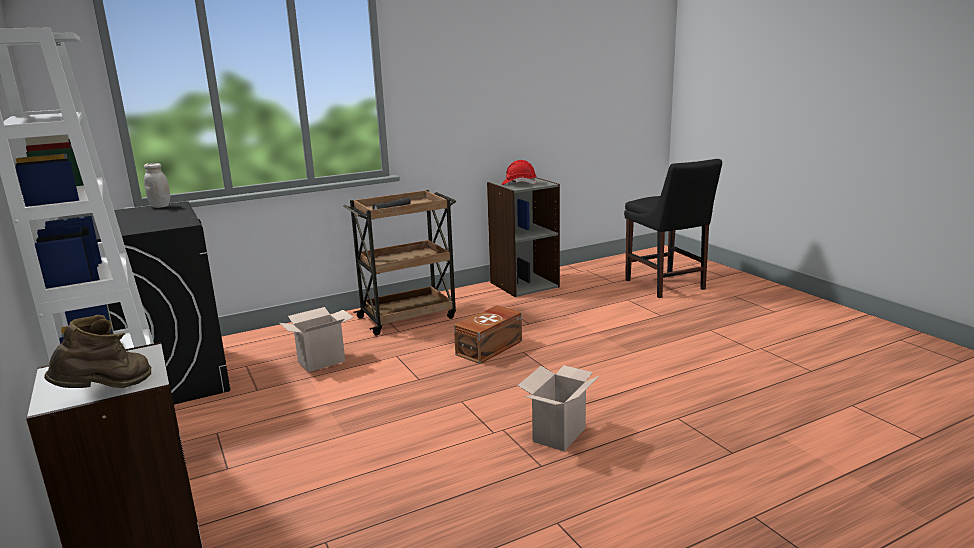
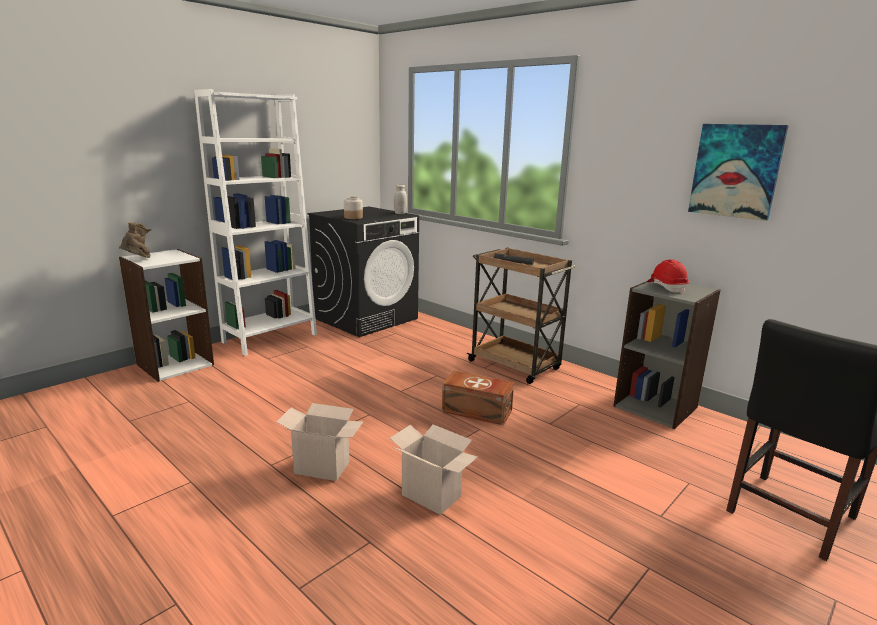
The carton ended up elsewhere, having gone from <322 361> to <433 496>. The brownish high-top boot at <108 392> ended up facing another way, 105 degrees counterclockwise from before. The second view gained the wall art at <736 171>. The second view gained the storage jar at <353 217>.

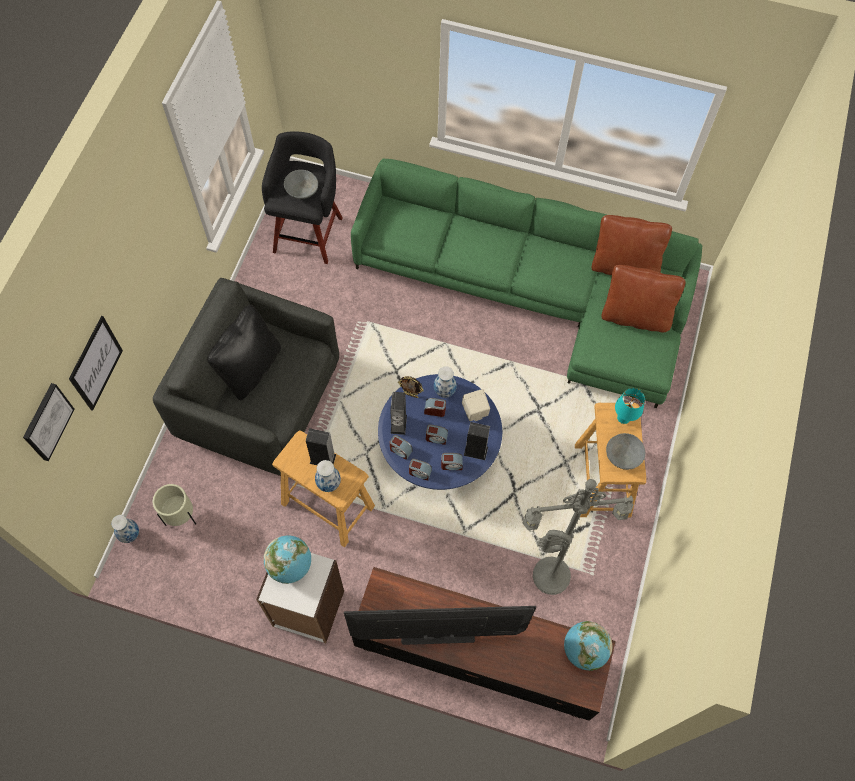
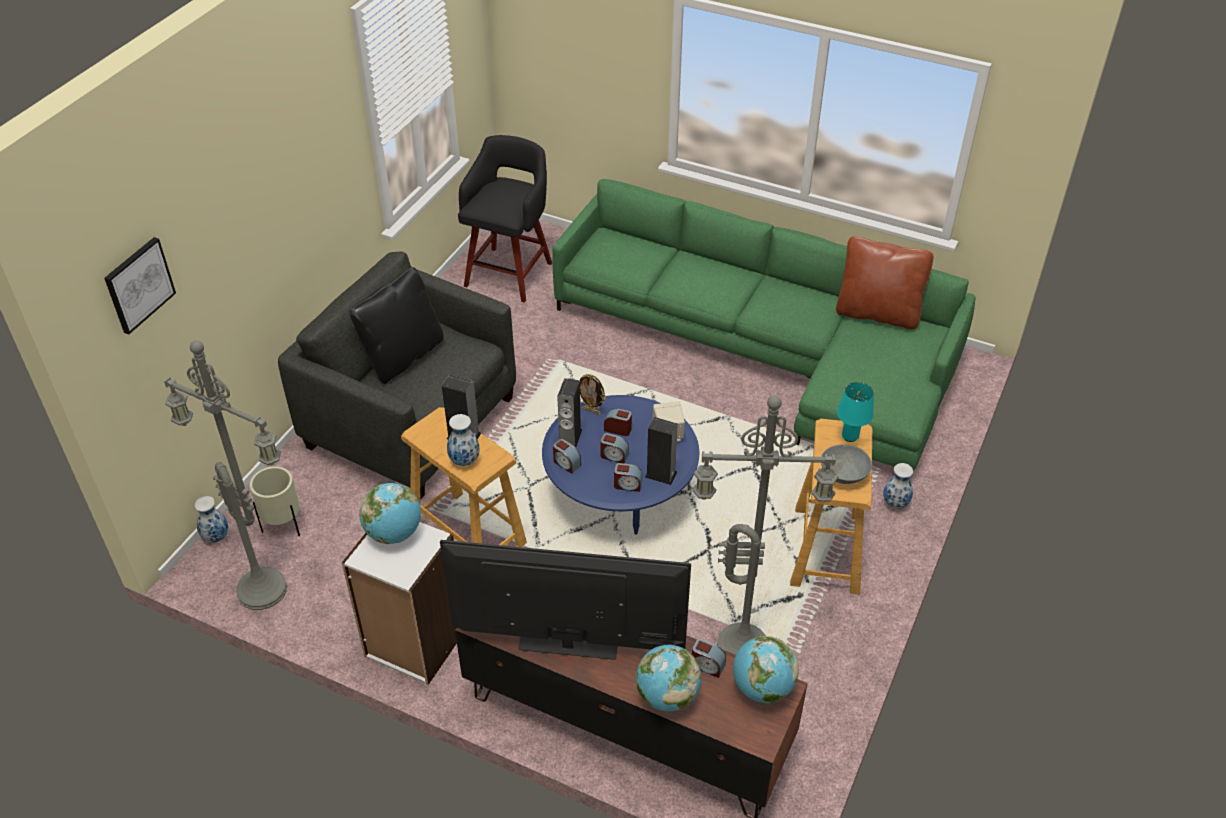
The second view lost the greyish deep dish at <301 191>. The second view lost the brownish cushion at <635 316>. The second view lost the wall art at <96 363>. The decorative vase ended up elsewhere, having gone from <445 391> to <895 504>. The table clock ended up elsewhere, having gone from <419 472> to <707 665>. The second view gained the greyish floor lamp at <266 588>. The second view gained the desk globe at <667 696>.

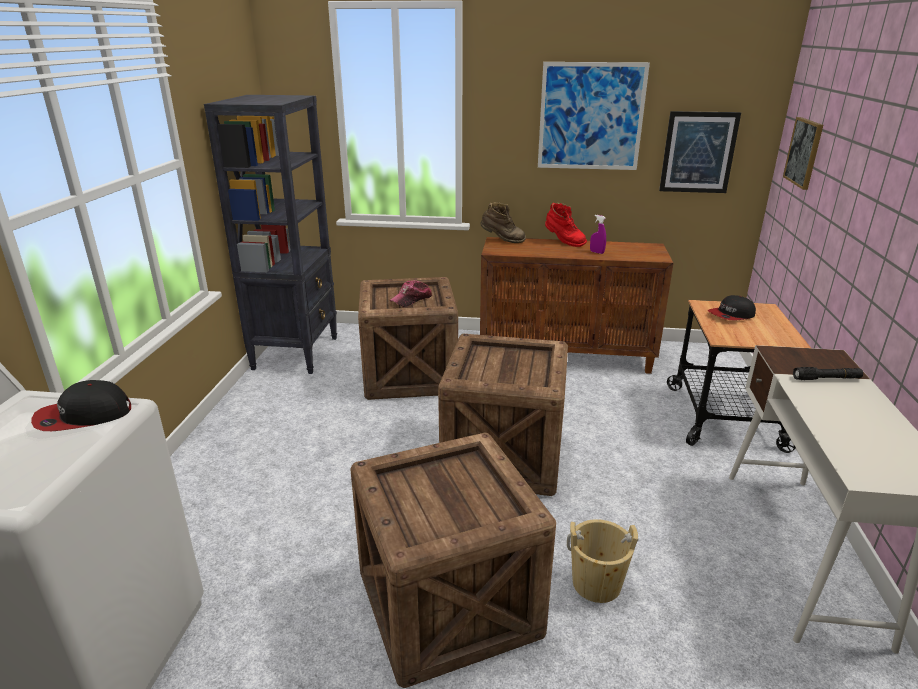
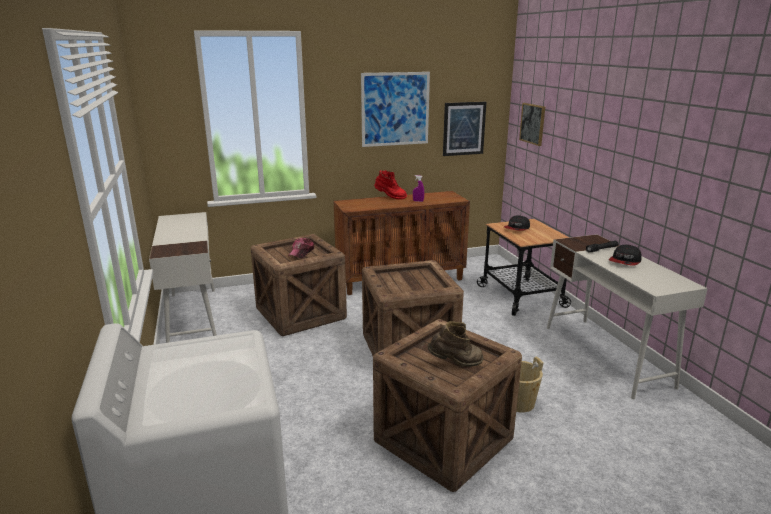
Where the black bookshelf stood at <296 352>, the white-coloured desk came to stand at <193 316>. The brownish high-top boot ended up elsewhere, having gone from <502 240> to <456 364>. The peaked cap ended up elsewhere, having gone from <83 416> to <625 261>.

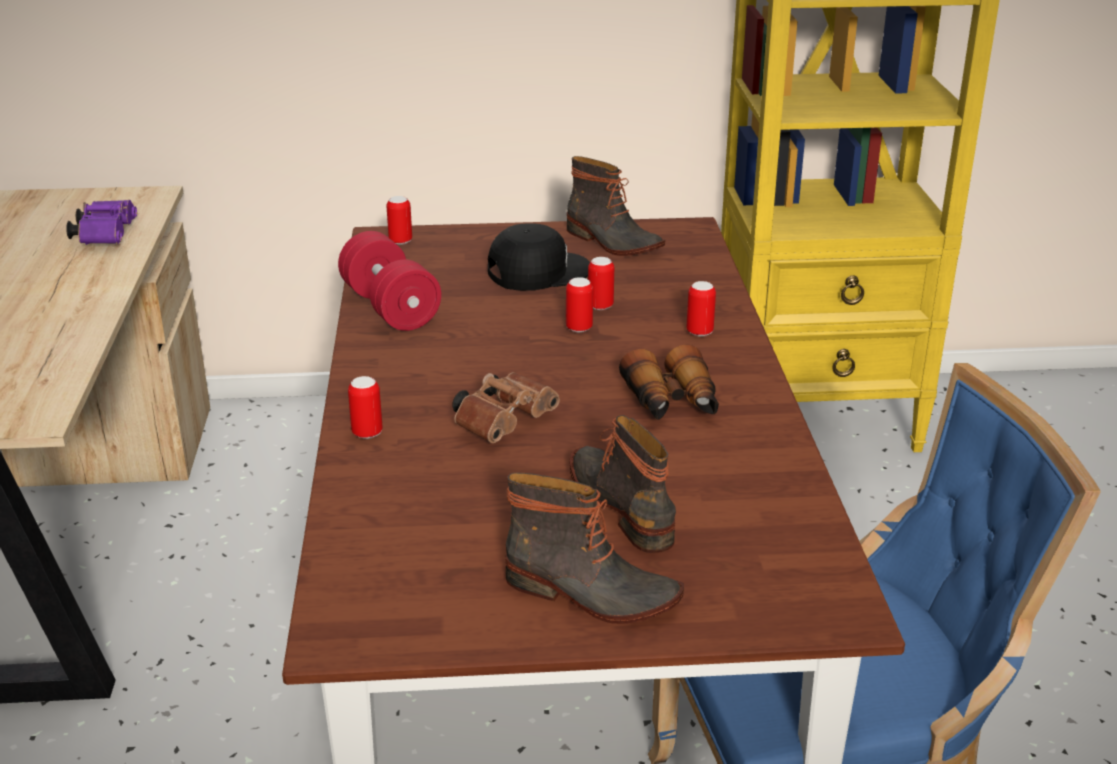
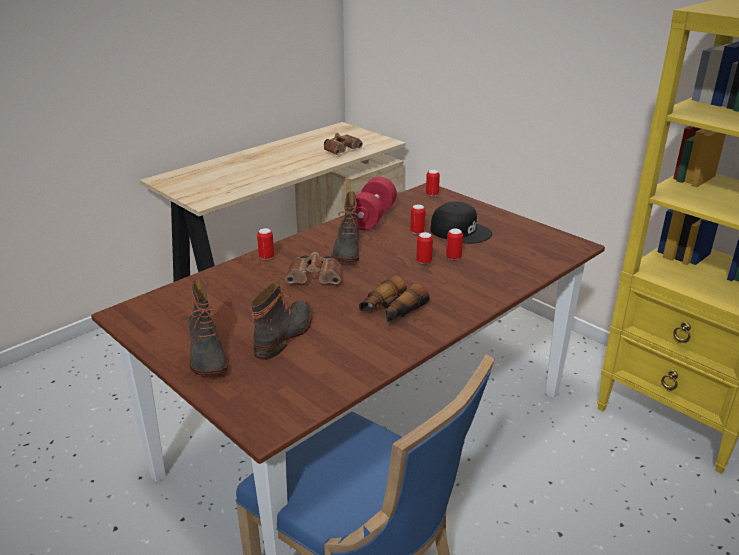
The high-top boot ended up elsewhere, having gone from <612 242> to <346 250>. What was the purple-coloured field glasses at <106 236> turned into the brownish field glasses at <342 151>. The sealed can ended up elsewhere, having gone from <699 332> to <417 232>.

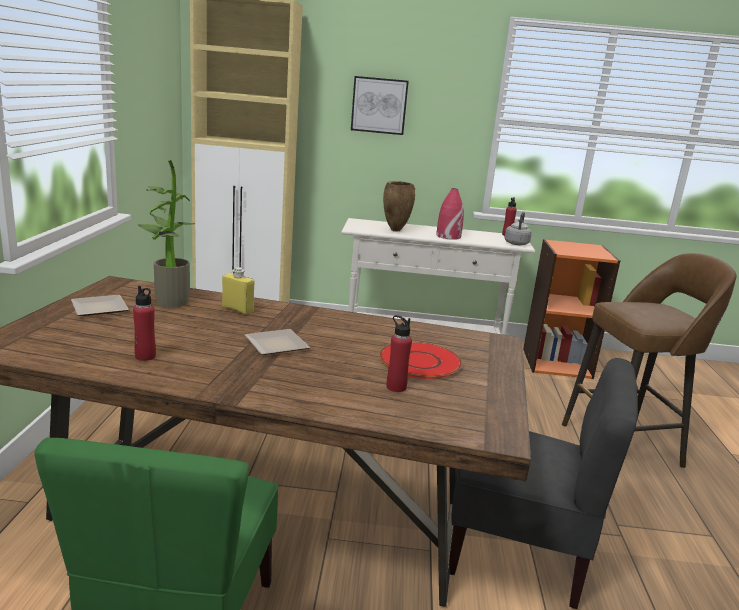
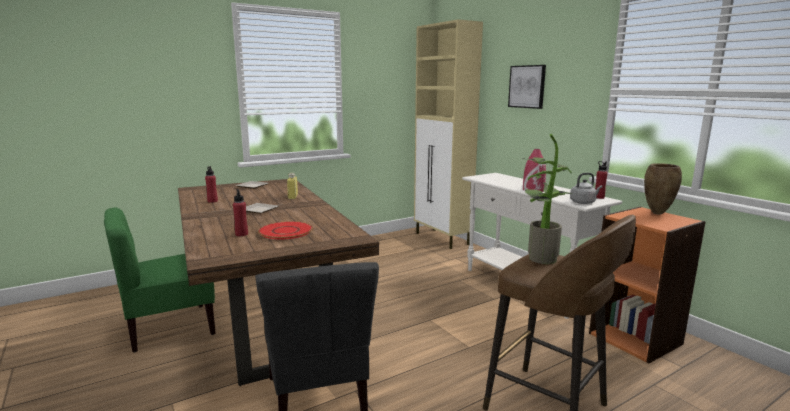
The potted plant ended up elsewhere, having gone from <168 301> to <539 257>. The brownish decorative vase ended up elsewhere, having gone from <395 230> to <656 213>.

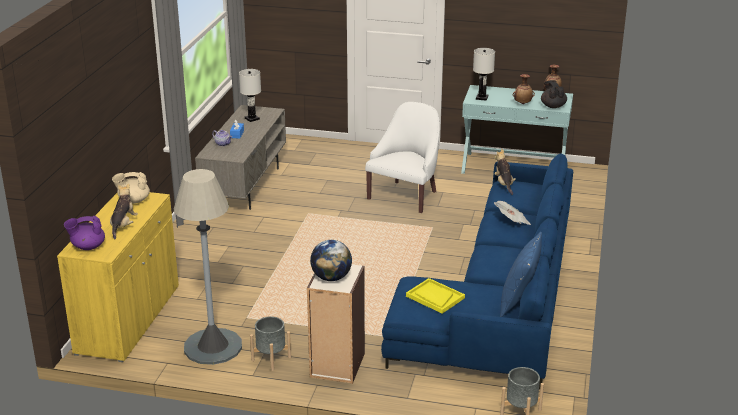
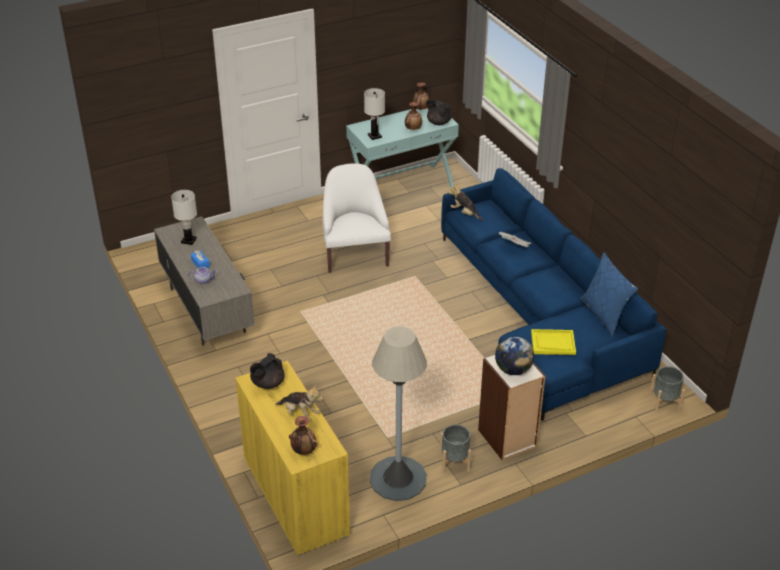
What was the beige-coloured tea pot at <133 200> turned into the black tea pot at <267 383>. The plush toy at <123 226> ended up facing another way, 150 degrees clockwise from before. Where the purple-coloured tea pot stood at <87 247>, the decorative vase came to stand at <303 450>.

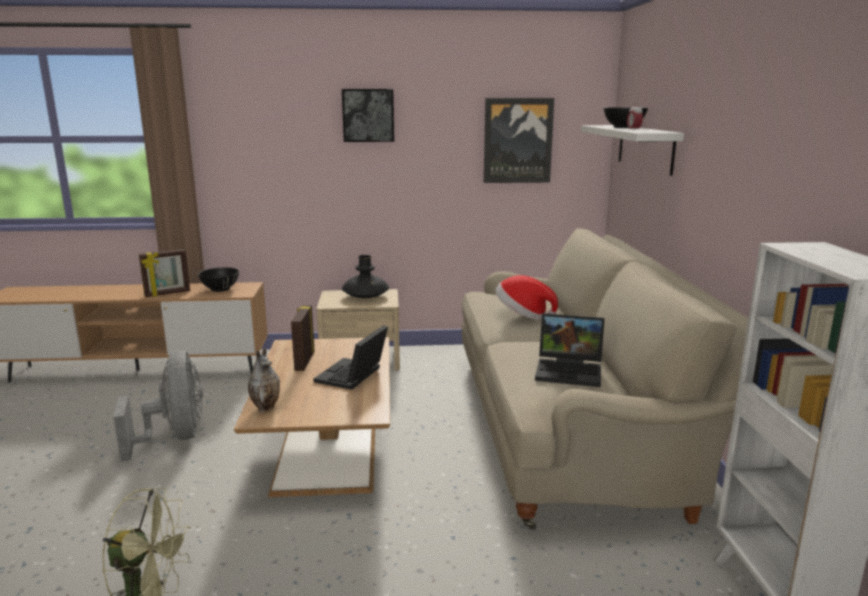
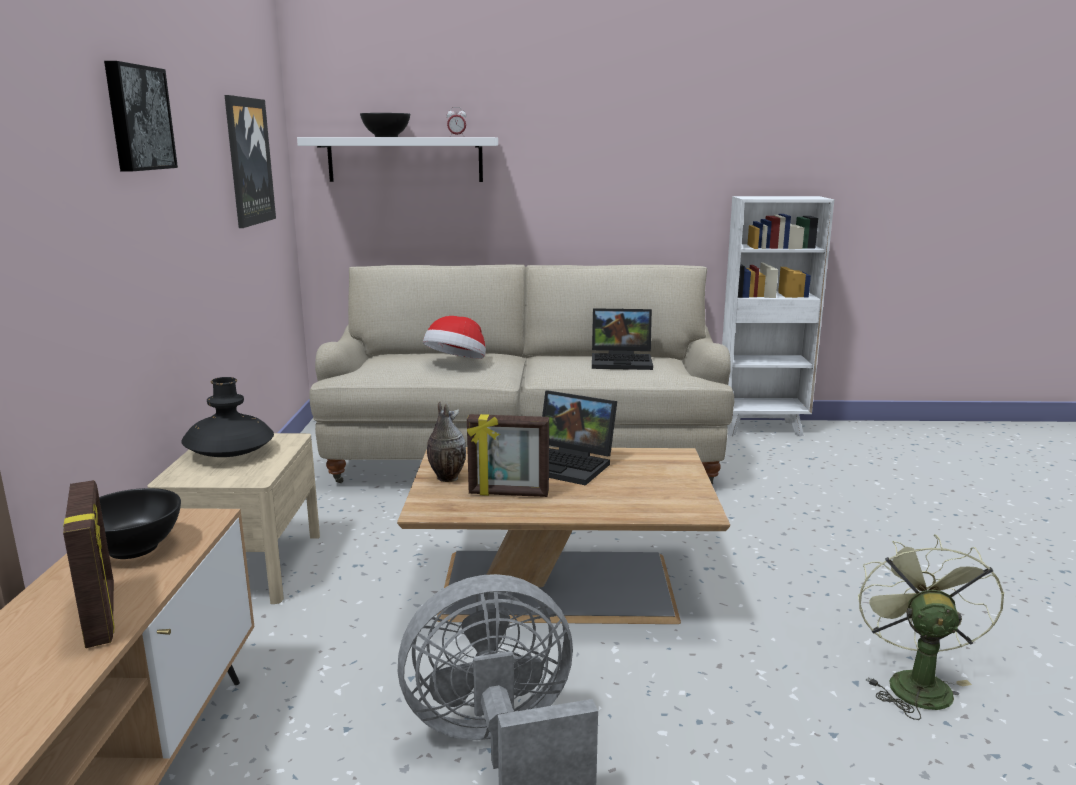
The laptop at <570 371> ended up facing another way, 75 degrees clockwise from before. The decorative vase ended up elsewhere, having gone from <266 407> to <446 478>.

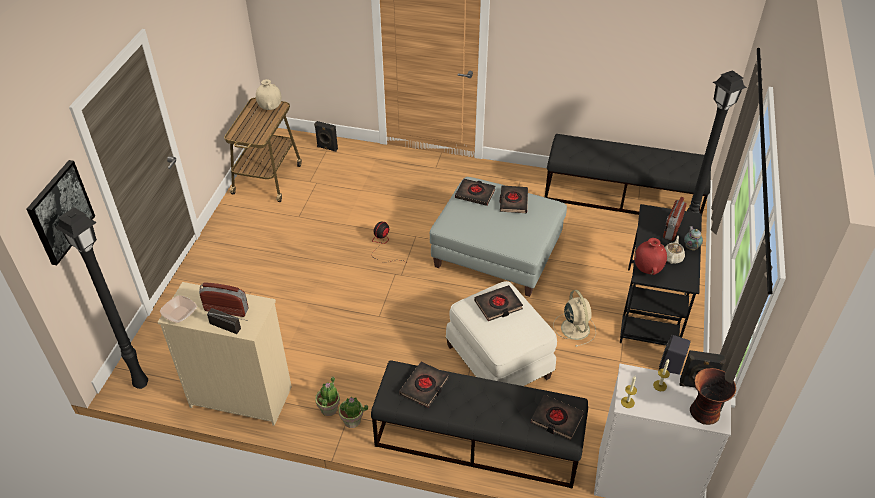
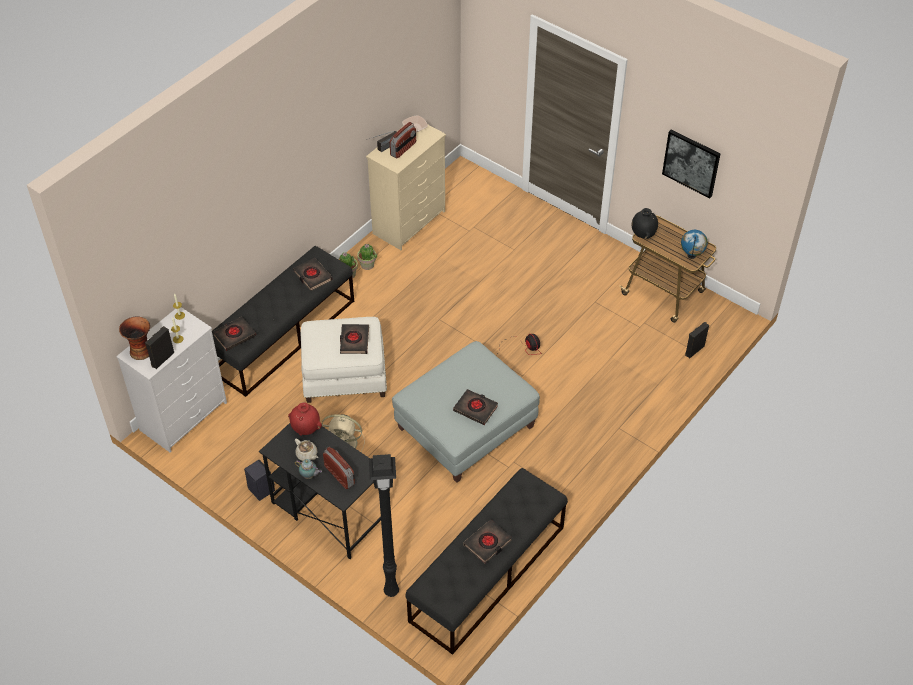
Where the beige-coloured decorative vase stood at <270 108>, the desk globe came to stand at <691 256>. The wall art ended up elsewhere, having gone from <60 212> to <691 163>. The black volume ended up elsewhere, having gone from <475 194> to <488 543>. The second view lost the black floor lamp at <139 384>. The second view gained the black decorative vase at <643 234>.

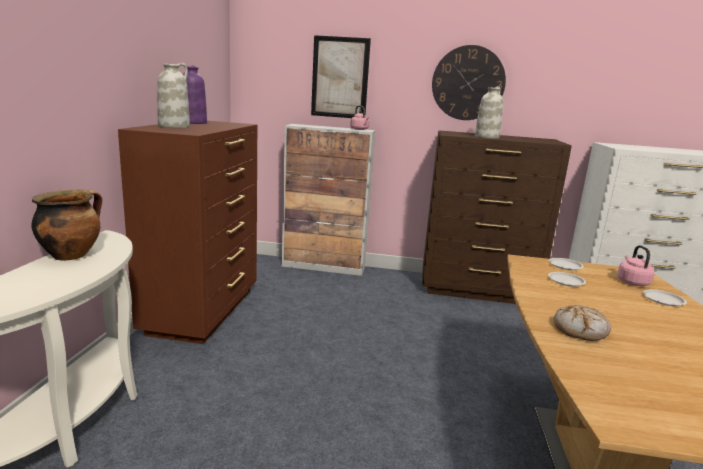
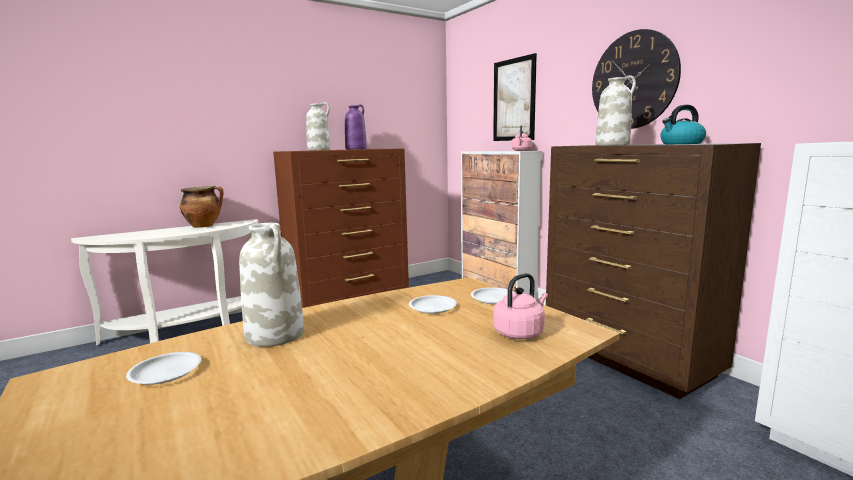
The white-coloured dinner plate ended up elsewhere, having gone from <663 300> to <166 372>. Where the bread stood at <580 330>, the white-coloured decorative vase came to stand at <276 335>. The second view gained the tea kettle at <681 144>.

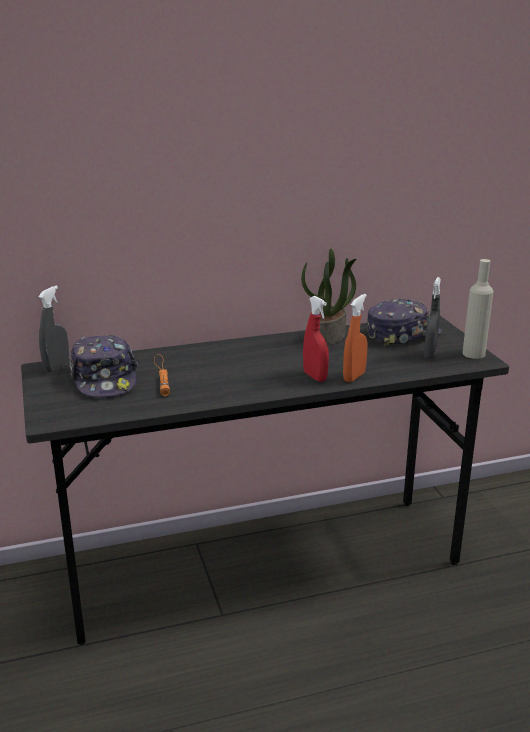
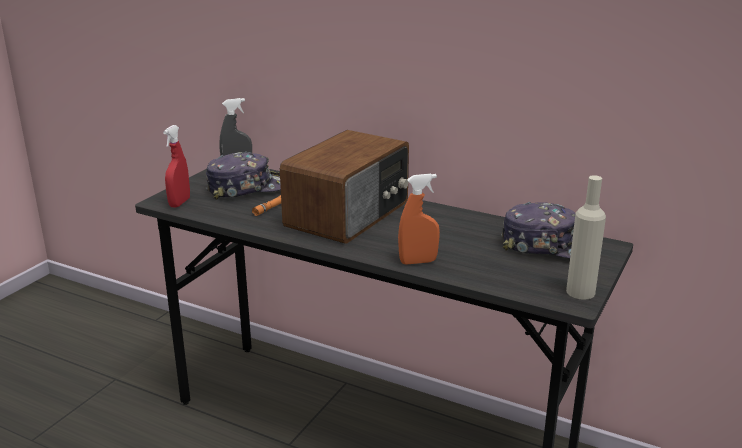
The second view lost the potted plant at <328 337>. The second view lost the greyish sprayer at <430 354>. The red sprayer ended up elsewhere, having gone from <315 377> to <179 203>. The peaked cap at <104 379> ended up facing another way, 135 degrees counterclockwise from before. The second view gained the radio set at <349 214>.

